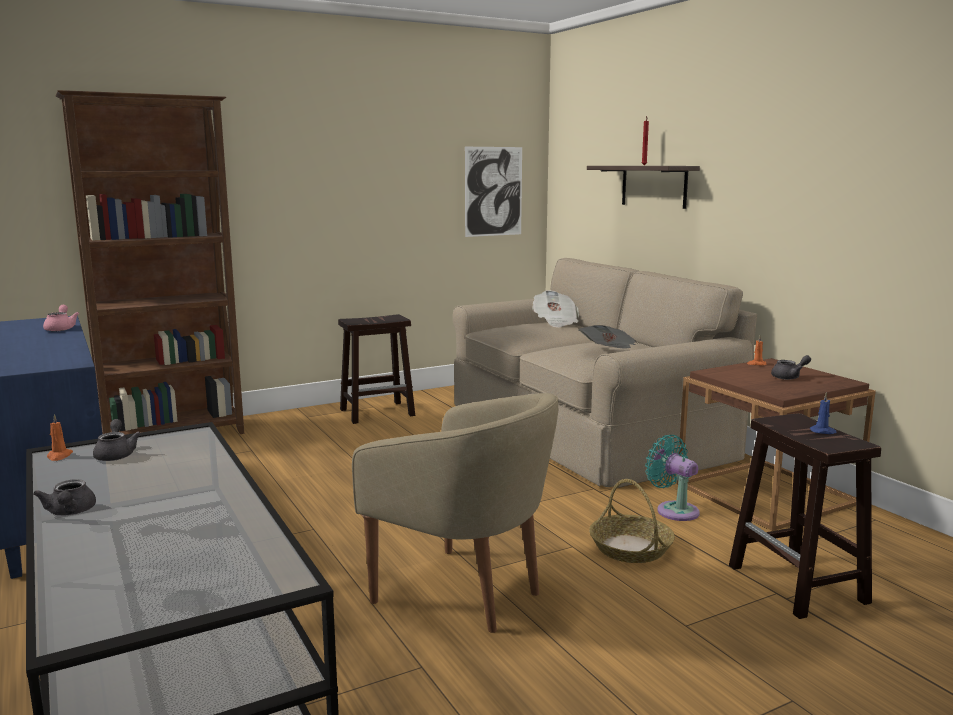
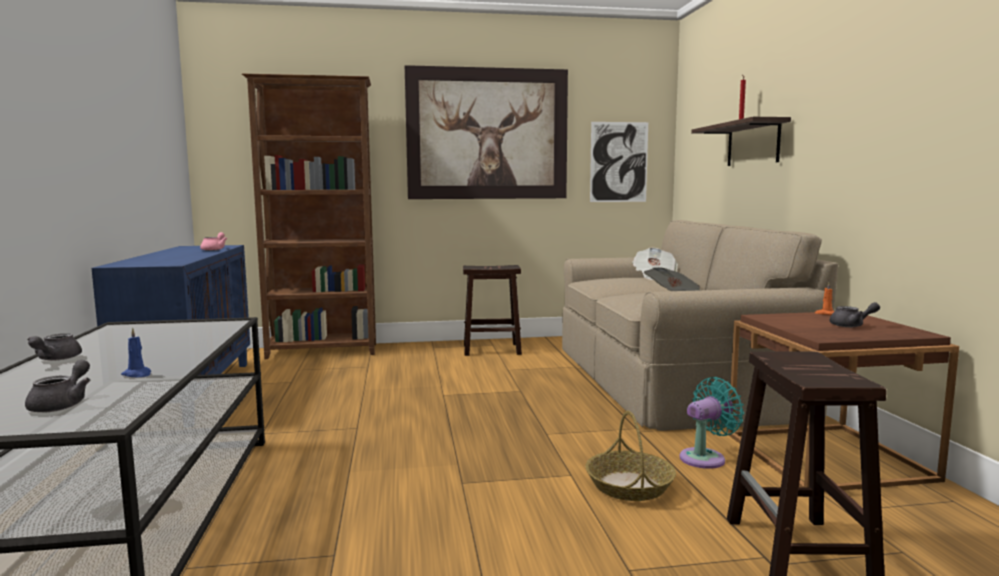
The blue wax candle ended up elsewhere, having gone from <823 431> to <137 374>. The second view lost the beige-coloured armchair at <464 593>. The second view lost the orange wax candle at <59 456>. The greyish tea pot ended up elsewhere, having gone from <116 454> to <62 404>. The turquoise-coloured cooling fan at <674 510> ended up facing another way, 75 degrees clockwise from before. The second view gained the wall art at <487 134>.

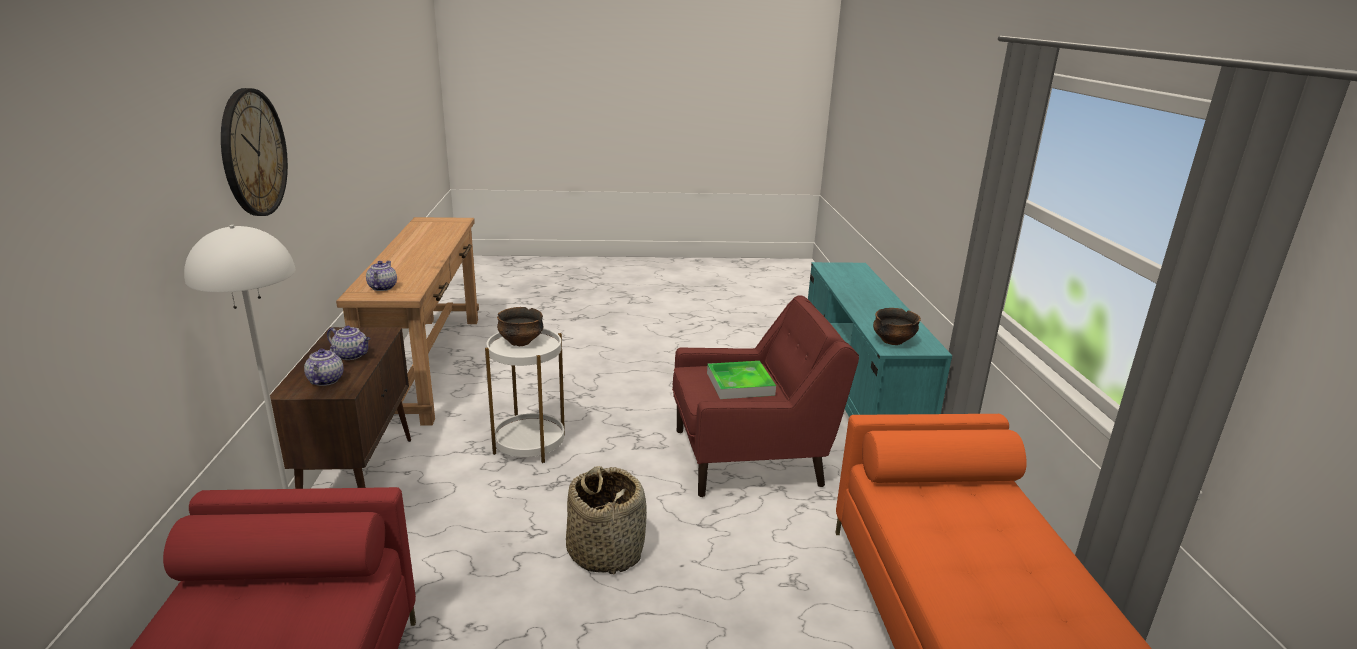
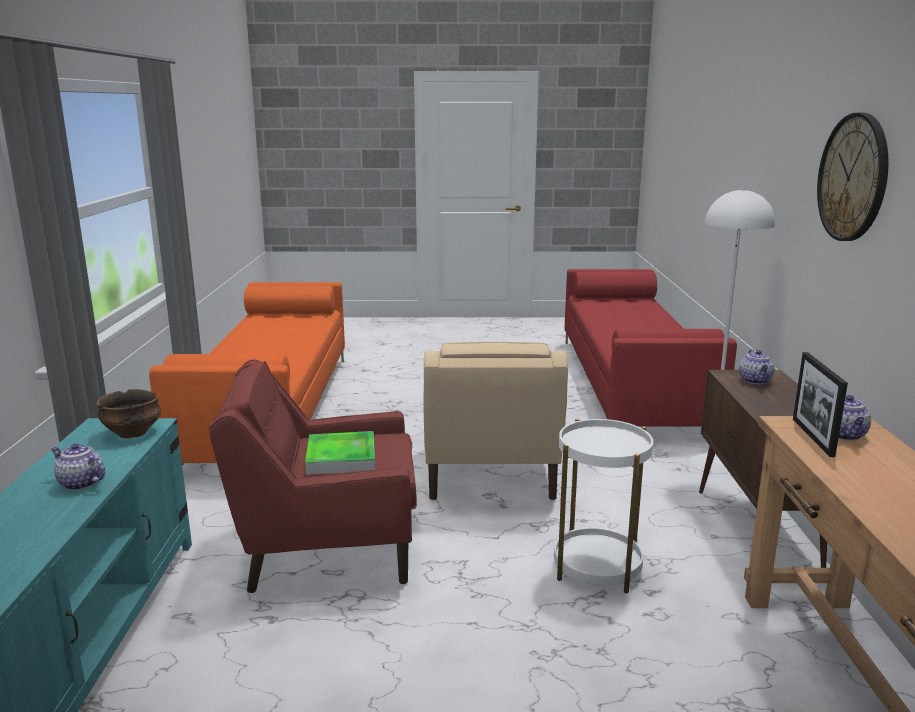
The second view lost the deep dish at <520 342>. The tea pot ended up elsewhere, having gone from <352 355> to <80 483>. Where the household basket stood at <606 551>, the beige-coloured armchair came to stand at <489 473>. The second view gained the picture frame at <812 437>.

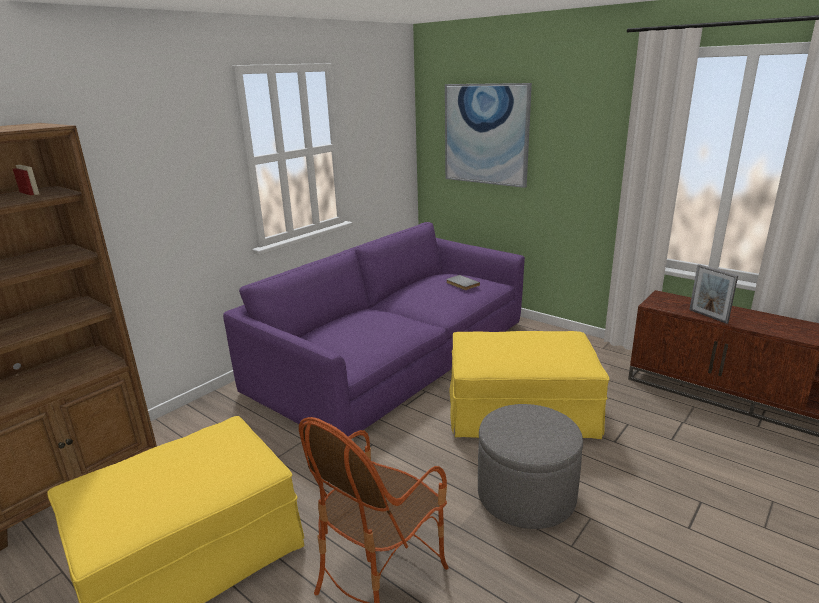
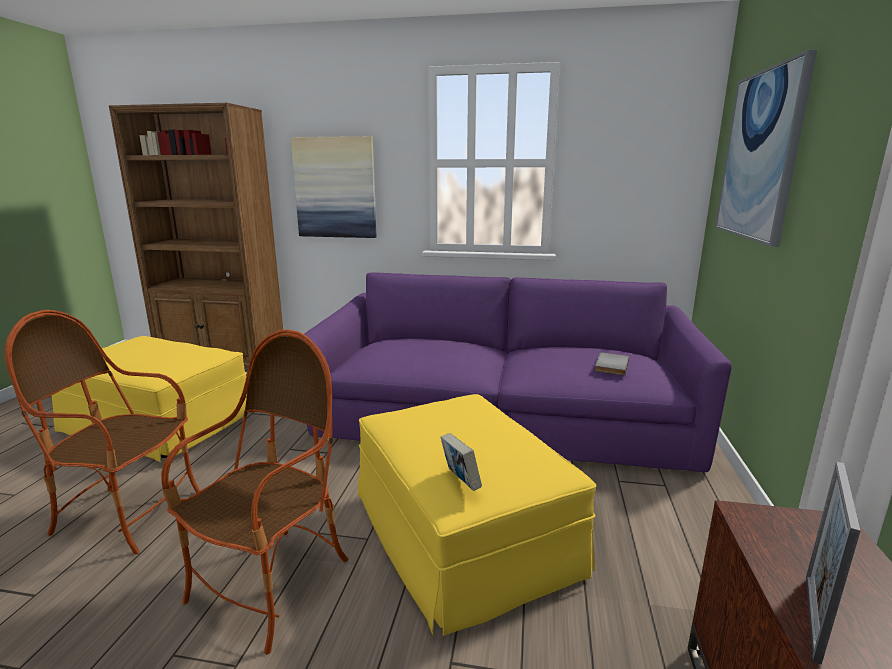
Where the greyish ottoman stood at <526 495>, the armchair came to stand at <271 585>. The second view gained the wall art at <335 188>. The second view gained the volume at <460 481>.

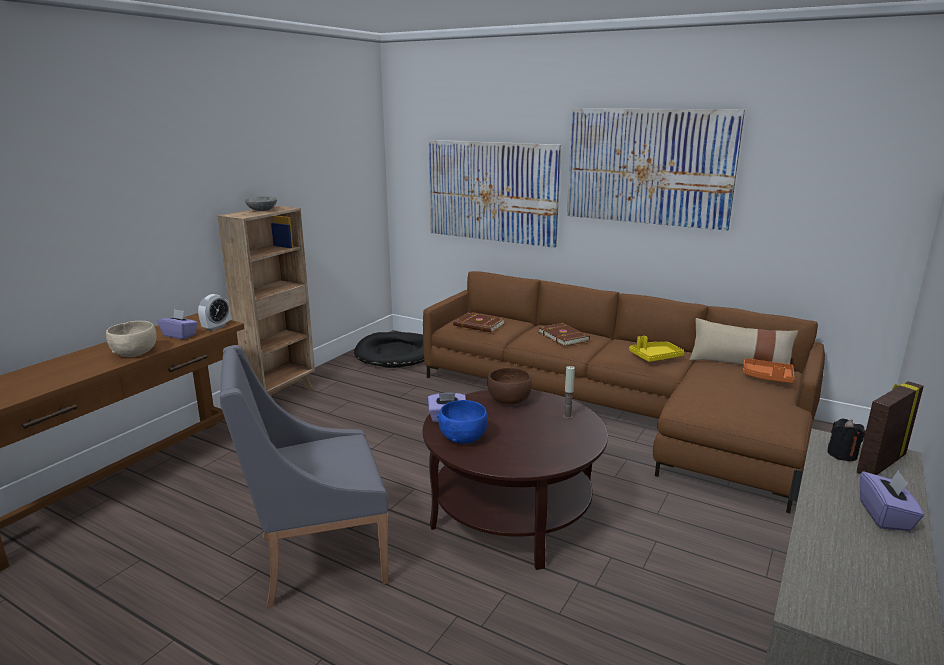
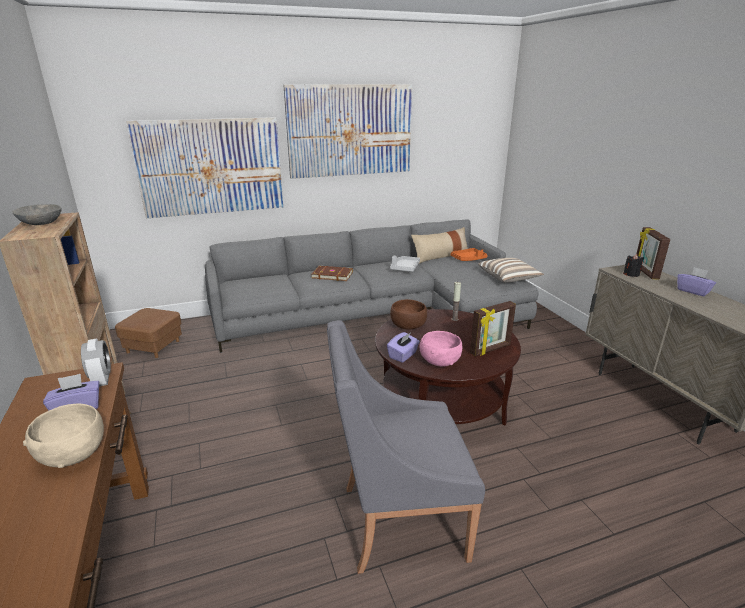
What was the brownish settee at <618 409> turned into the greyish settee at <379 314>. The second view lost the brownish volume at <478 325>. Where the black dog cushion stood at <396 353>, the brownish ottoman came to stand at <154 346>. What was the yellow carrying tray at <655 357> turned into the greyish carrying tray at <405 268>. The greyish armchair at <316 558> ended up facing another way, 60 degrees clockwise from before. What was the blue deep dish at <462 437> turned into the pinkish deep dish at <439 361>. The second view gained the cushion at <509 278>. The second view gained the picture frame at <490 350>.

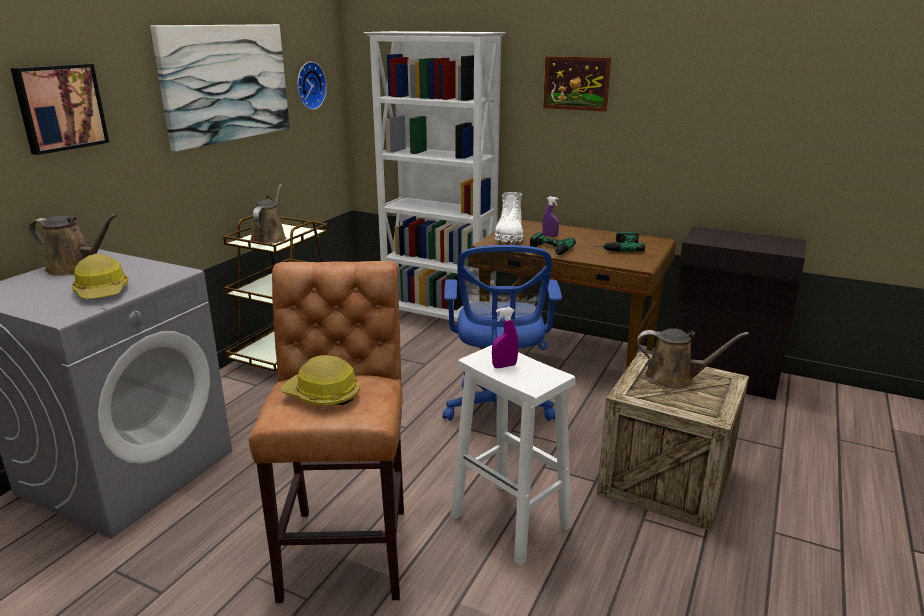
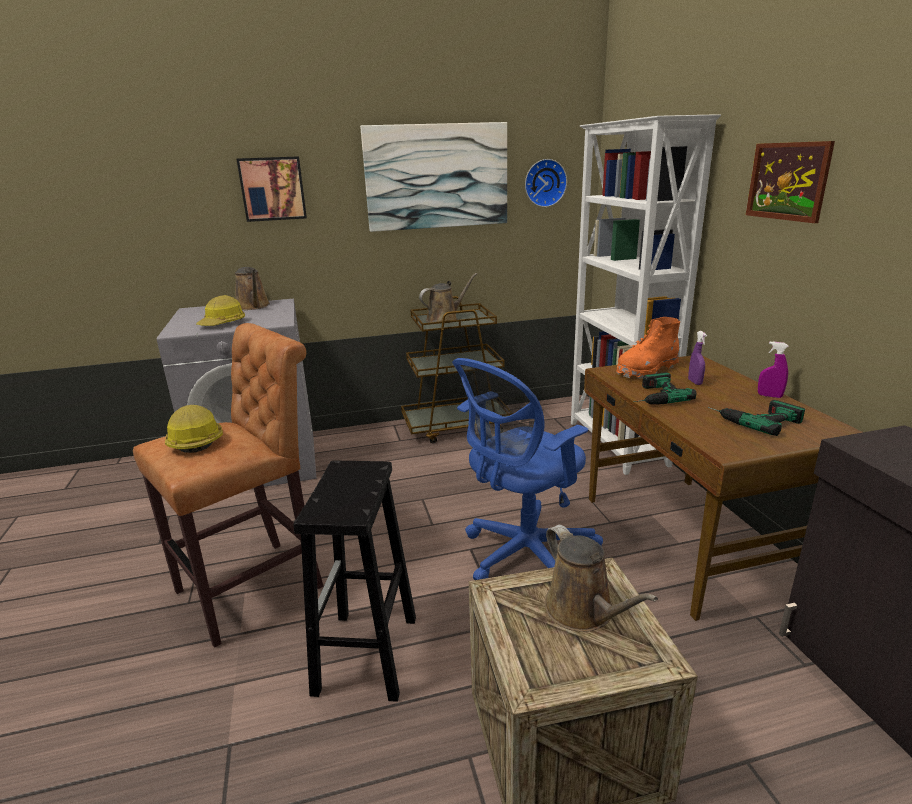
What was the white-coloured high-top boot at <509 236> turned into the orange high-top boot at <646 370>. The purple-coloured sprayer ended up elsewhere, having gone from <504 366> to <769 396>. What was the white-coloured stool at <511 522> turned into the black stool at <366 656>.

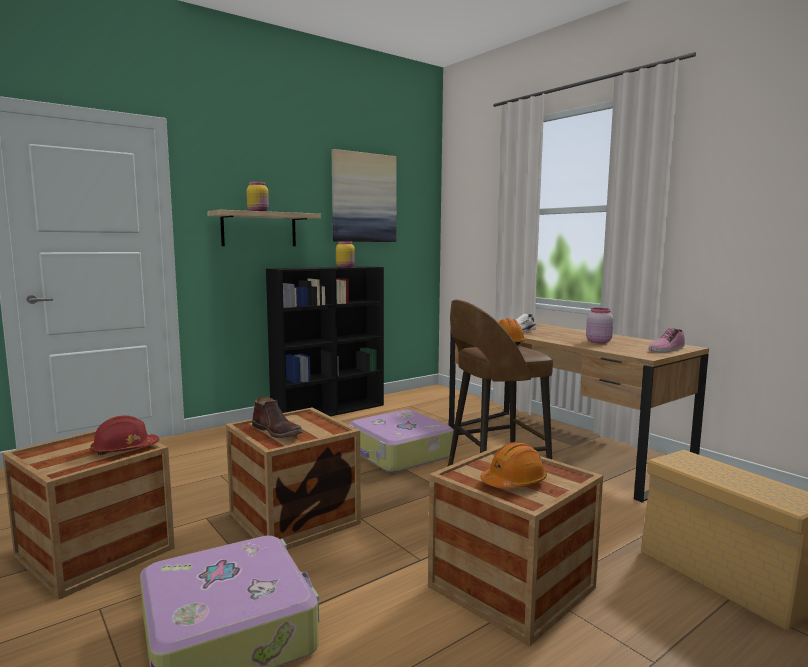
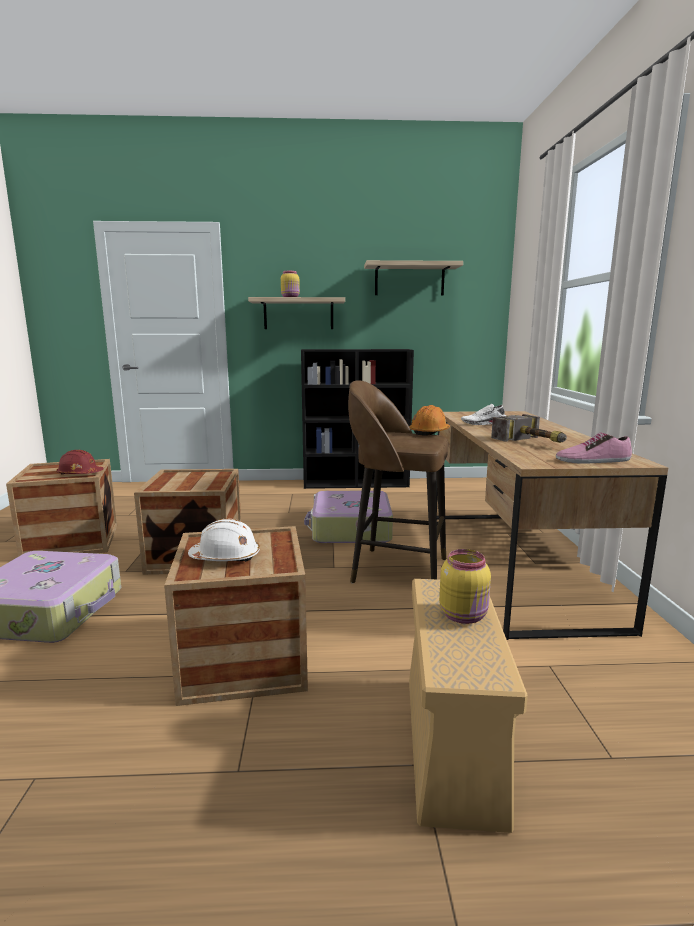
Where the wall art hung at <363 198>, the shelf came to hang at <409 280>. The yellow storage jar ended up elsewhere, having gone from <346 267> to <464 615>. Where the pinkish storage jar stood at <598 342>, the tool hammer came to stand at <534 442>. The second view lost the brownish high-top boot at <278 432>. What was the orange hard hat at <514 482> turned into the white-coloured hard hat at <226 557>.

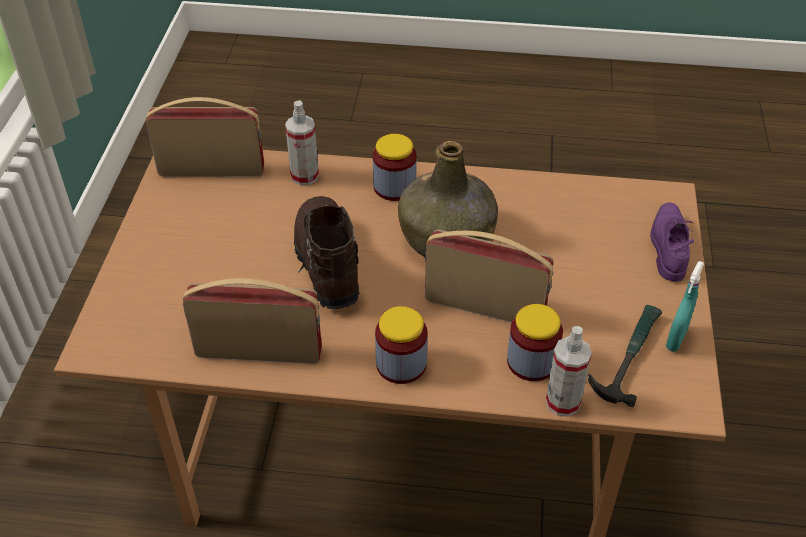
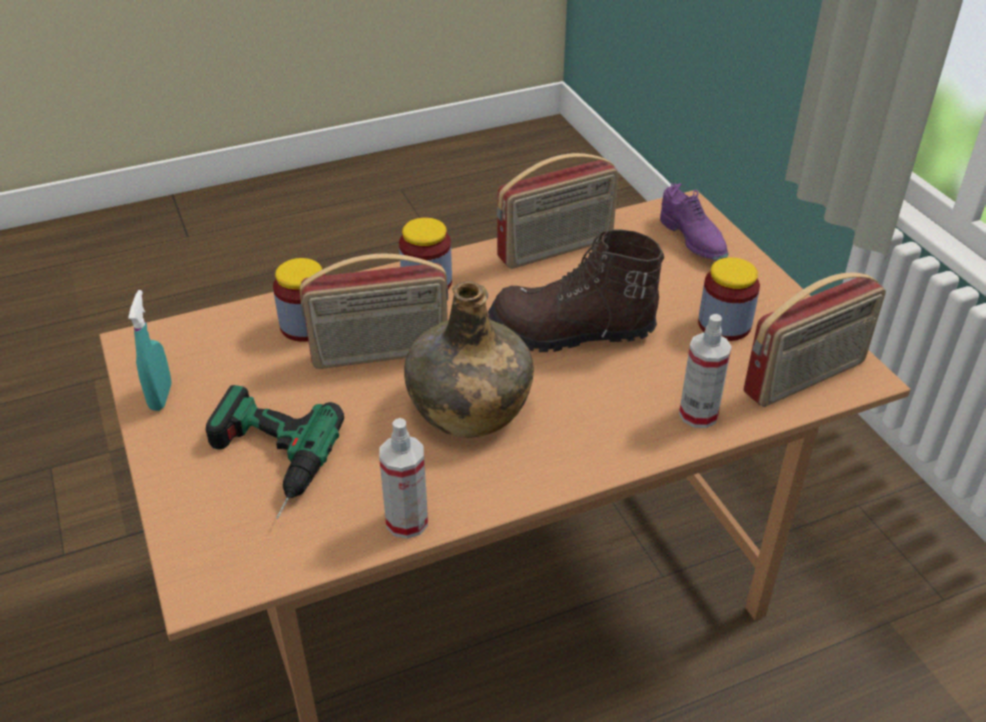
The storage jar ended up elsewhere, having gone from <394 187> to <724 324>. The brownish high-top boot at <326 264> ended up facing another way, 135 degrees clockwise from before. The purple-coloured low shoe ended up elsewhere, having gone from <668 247> to <693 240>. The second view lost the tool hammer at <628 356>. The sprayer ended up elsewhere, having gone from <563 402> to <407 521>. The second view gained the electric drill at <264 463>.

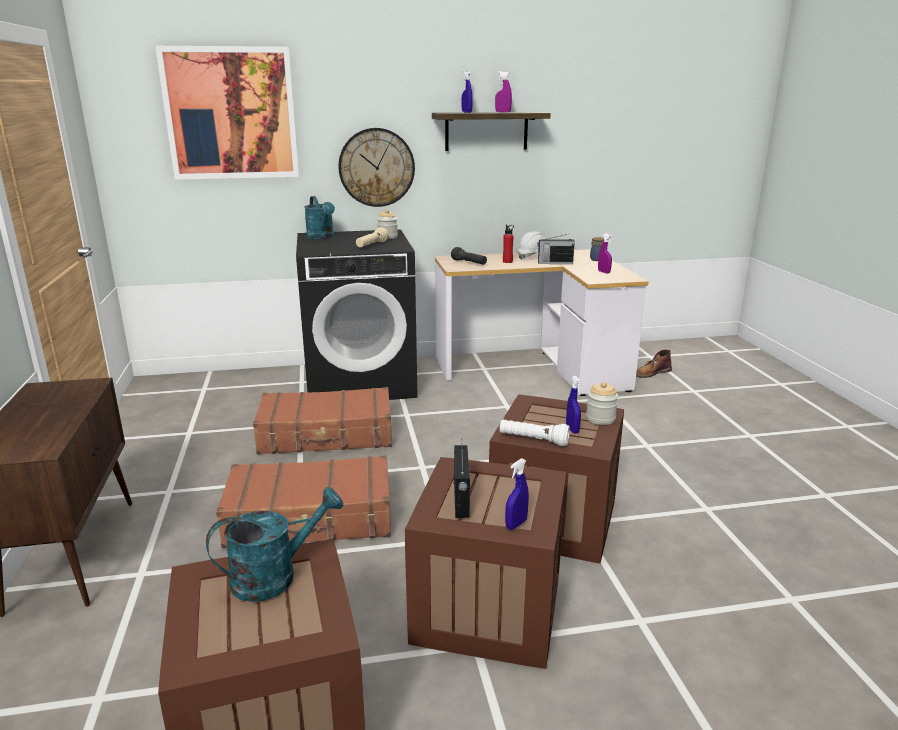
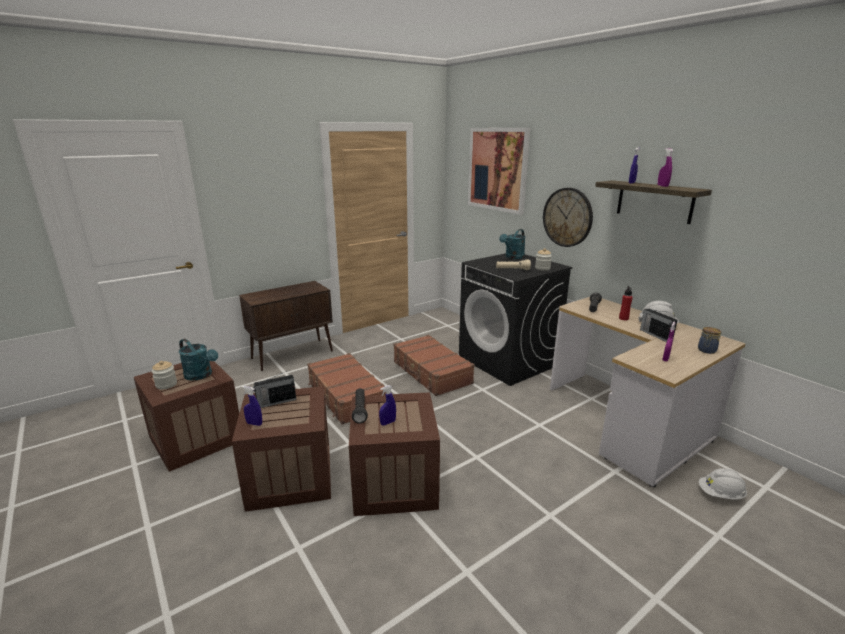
Where the brownish high-top boot stood at <651 373>, the white-coloured hard hat came to stand at <720 494>. The storage jar ended up elsewhere, having gone from <600 419> to <166 384>. What was the white-coloured torch at <533 440> turned into the black torch at <360 410>.

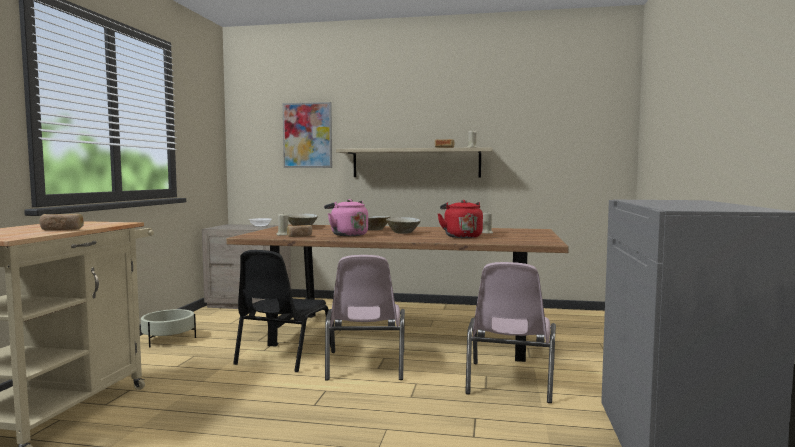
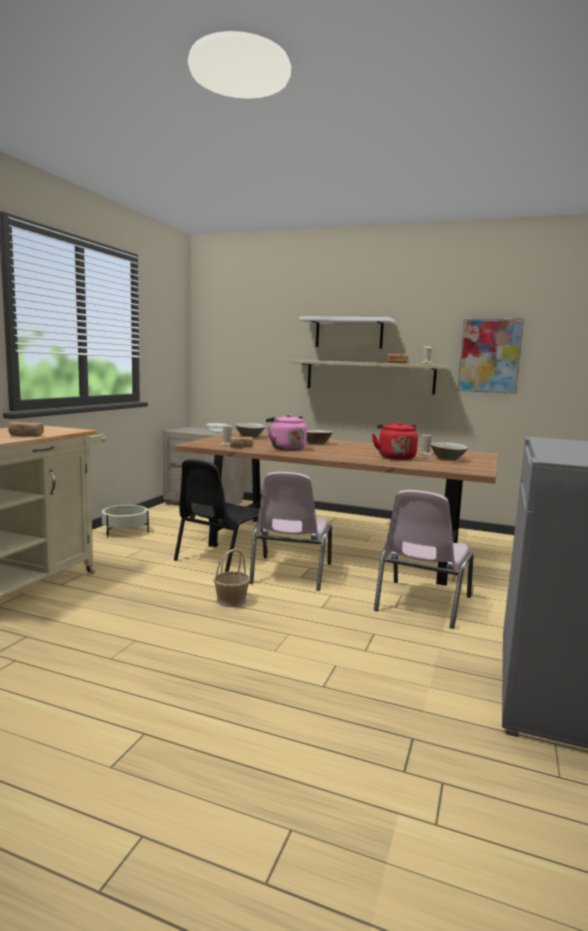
The wall art ended up elsewhere, having gone from <307 135> to <489 355>. The beige-coloured deep dish ended up elsewhere, having gone from <403 233> to <447 459>. The second view gained the white-coloured shelf at <349 333>. The second view gained the household basket at <231 600>.

